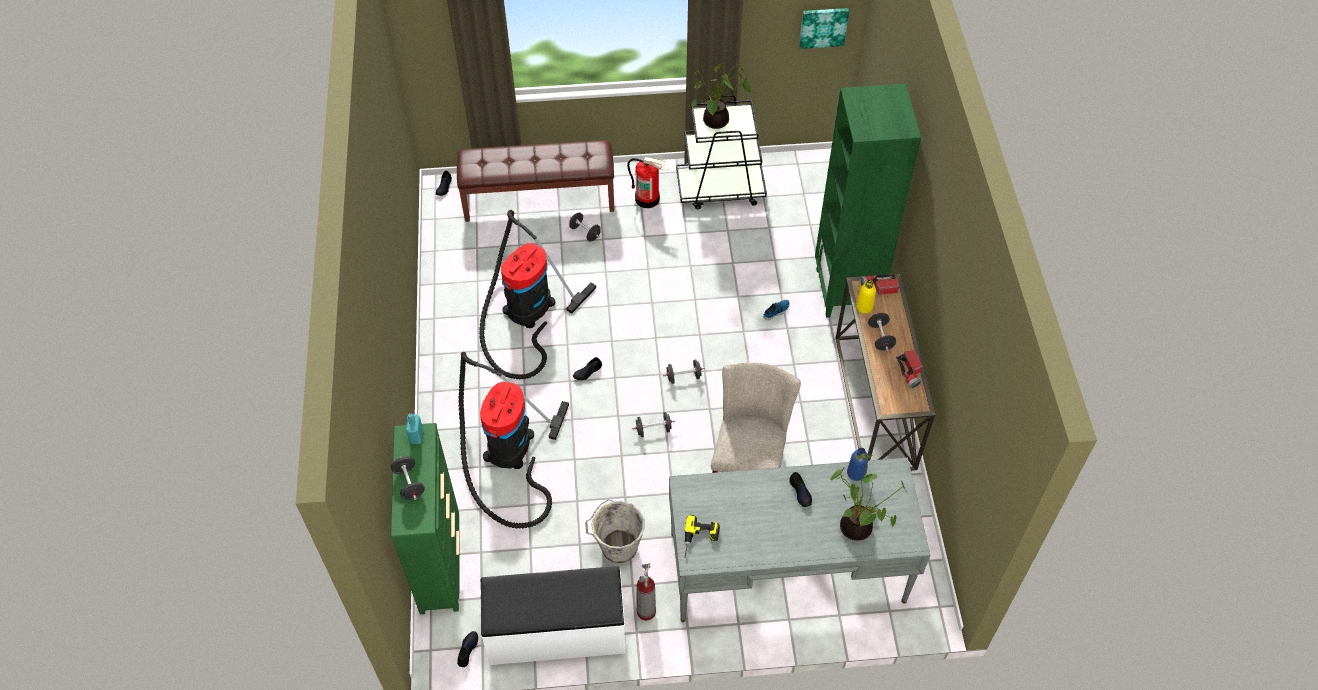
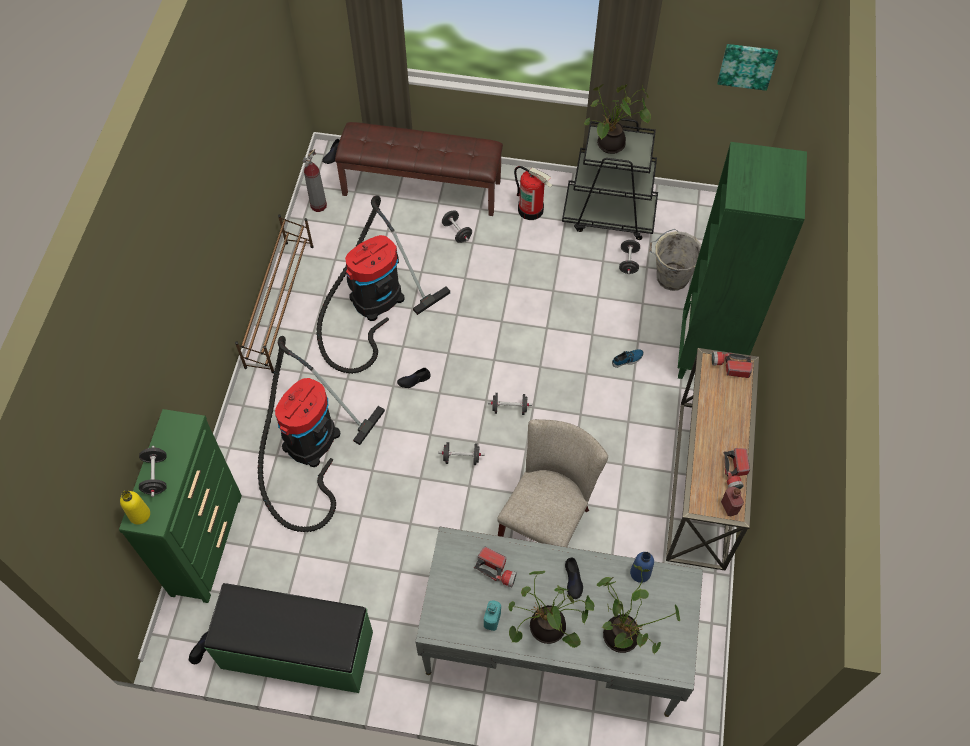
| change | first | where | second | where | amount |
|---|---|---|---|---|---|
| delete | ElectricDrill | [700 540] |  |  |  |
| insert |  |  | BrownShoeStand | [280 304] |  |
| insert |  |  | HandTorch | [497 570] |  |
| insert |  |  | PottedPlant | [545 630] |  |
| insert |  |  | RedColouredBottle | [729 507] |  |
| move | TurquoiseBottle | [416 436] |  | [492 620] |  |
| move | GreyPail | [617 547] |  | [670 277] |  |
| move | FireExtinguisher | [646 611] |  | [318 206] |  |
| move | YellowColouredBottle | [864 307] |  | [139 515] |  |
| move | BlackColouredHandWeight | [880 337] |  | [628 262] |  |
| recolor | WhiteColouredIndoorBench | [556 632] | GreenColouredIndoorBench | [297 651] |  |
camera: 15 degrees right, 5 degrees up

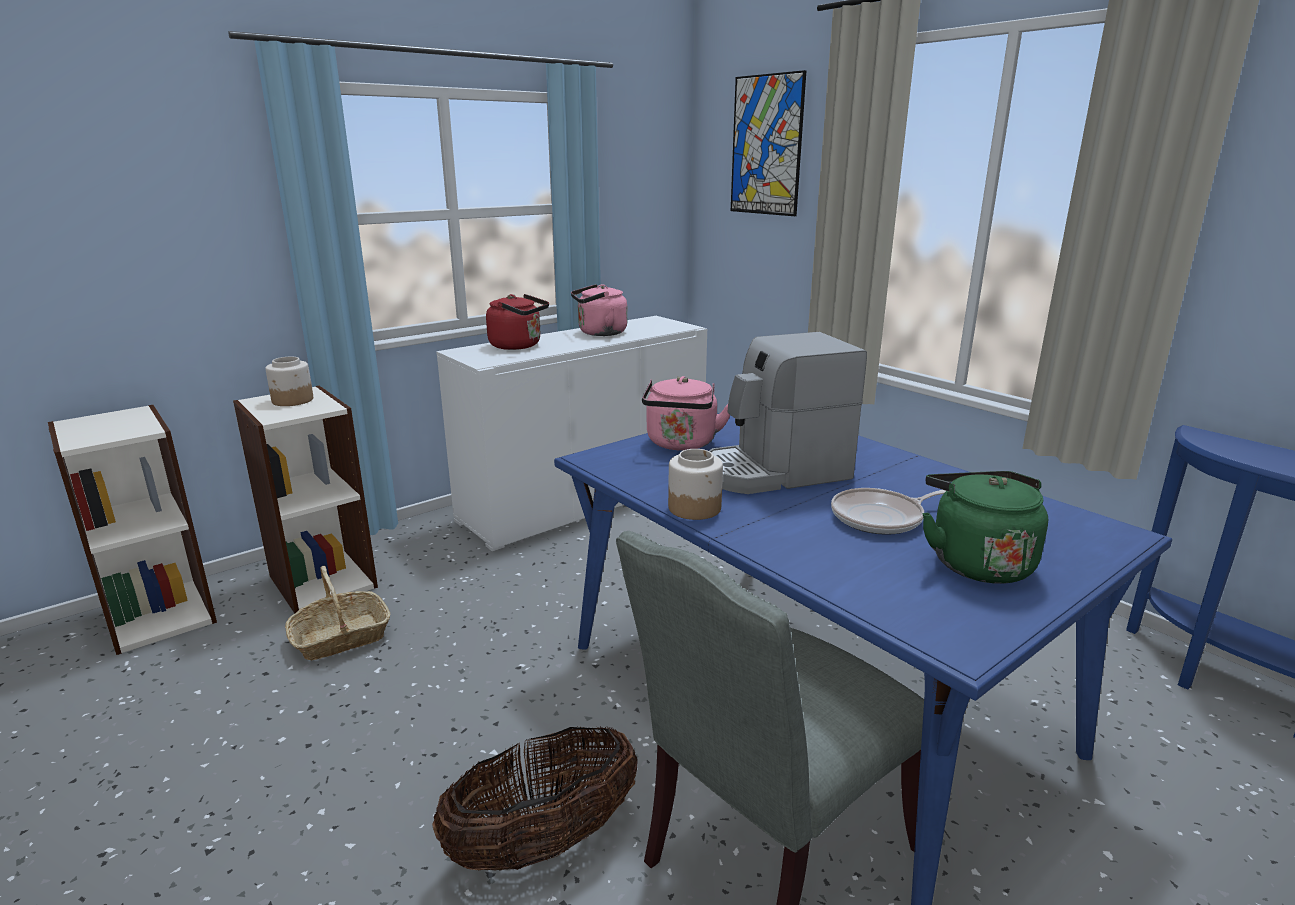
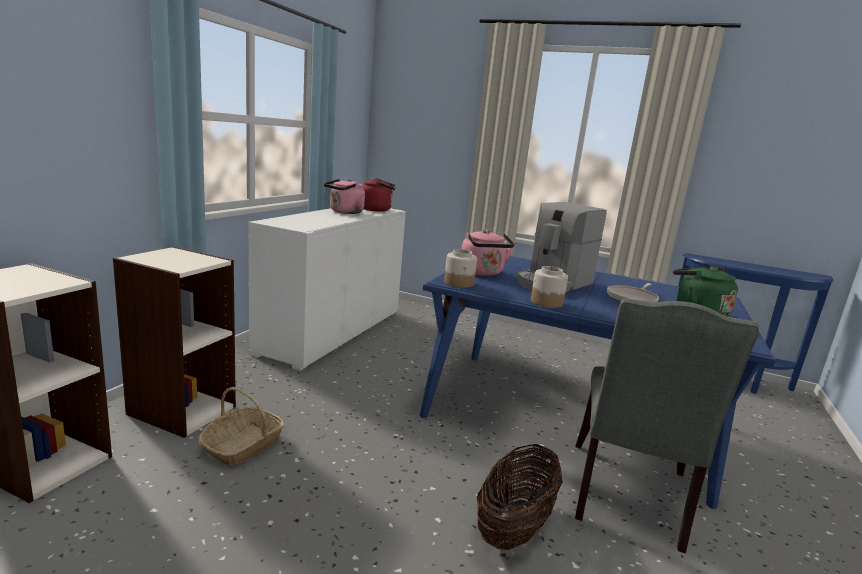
| change | first | where | second | where | amount |
|---|---|---|---|---|---|
| delete | WallPicture | [766 145] |  |  |  |
| move | PreserveJar | [292 400] |  | [459 283] |  |
| move | RedColouredTeaKettle | [518 346] |  | [377 210] |  |
camera: 30 degrees left, 5 degrees down

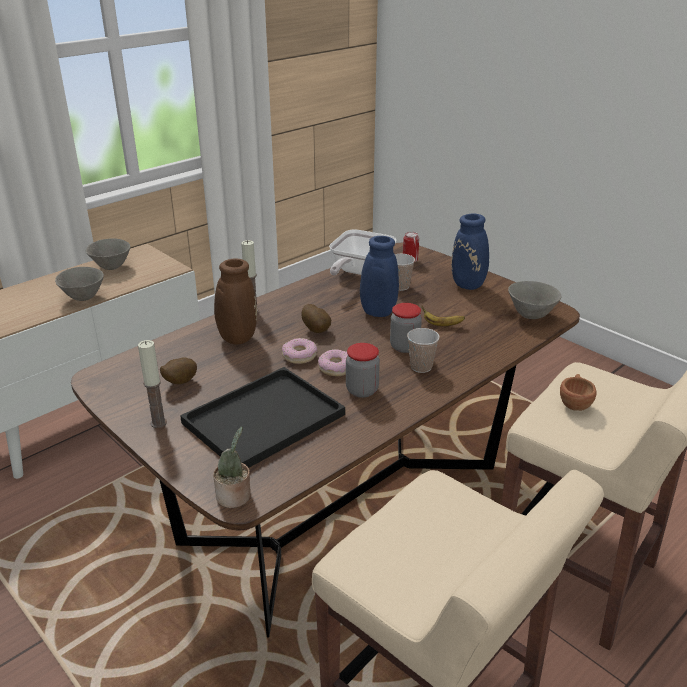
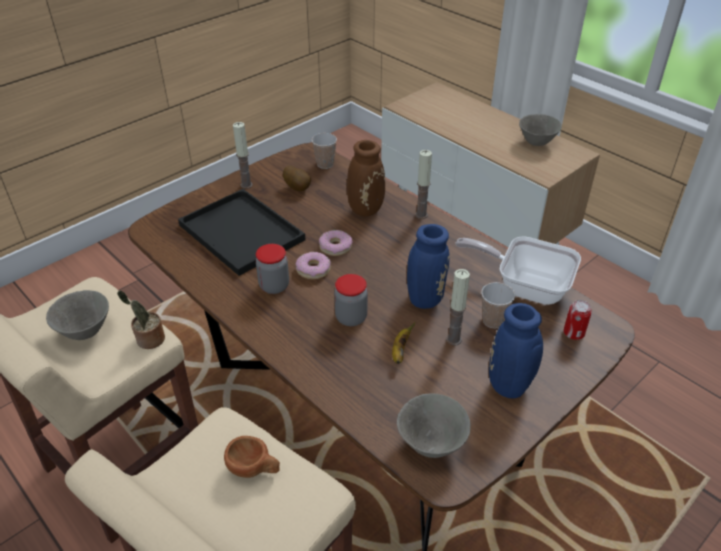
| change | first | where | second | where | amount |
|---|---|---|---|---|---|
| delete | WholePotato | [317 330] |  |  |  |
| insert |  |  | WaxLight | [453 339] |  |
| move | GreyDeepDish | [84 297] |  | [85 332] |  |
| move | PottedPlant | [235 497] |  | [148 340] |  |
| move | Cup | [421 367] |  | [325 164] |  |
camera: 90 degrees right, 10 degrees up

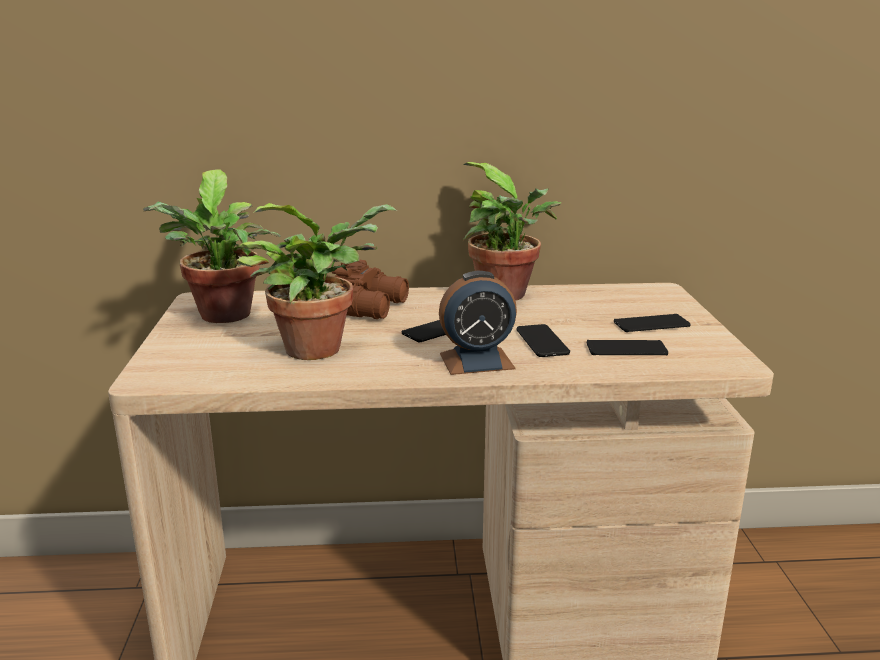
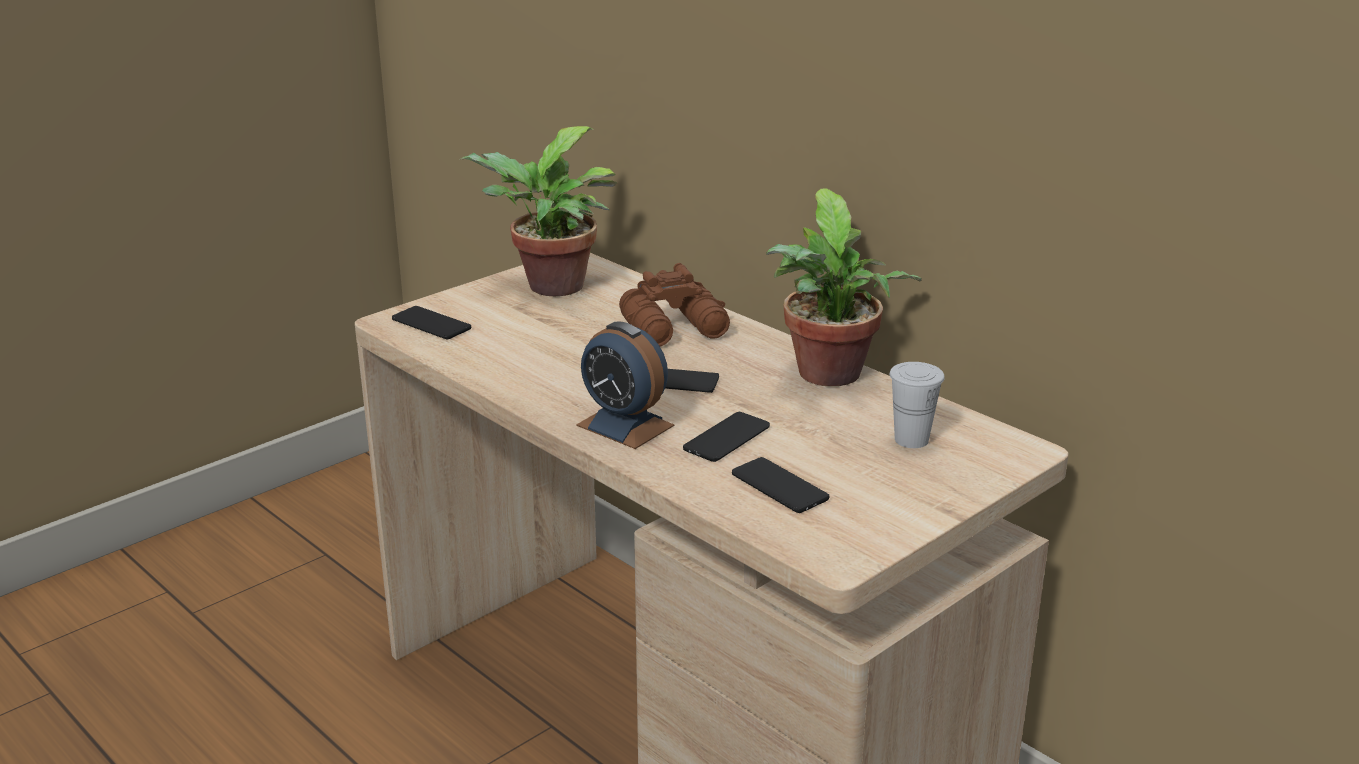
| change | first | where | second | where | amount |
|---|---|---|---|---|---|
| delete | PottedPlant | [320 347] |  |  |  |
| insert |  |  | WhiteColouredCup | [911 440] |  |
| move | Phone | [651 324] |  | [431 324] |  |
camera: 50 degrees right, 5 degrees up

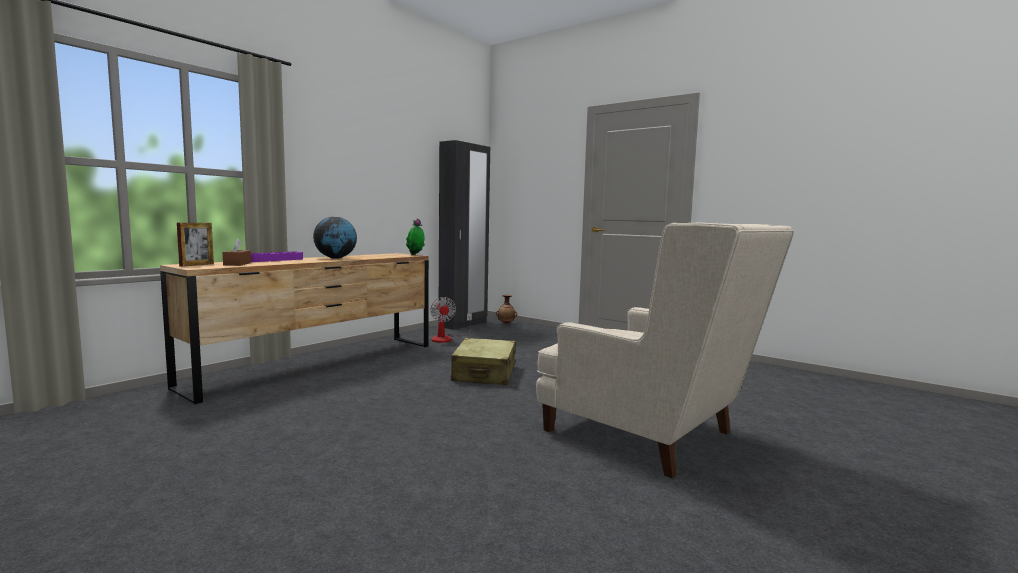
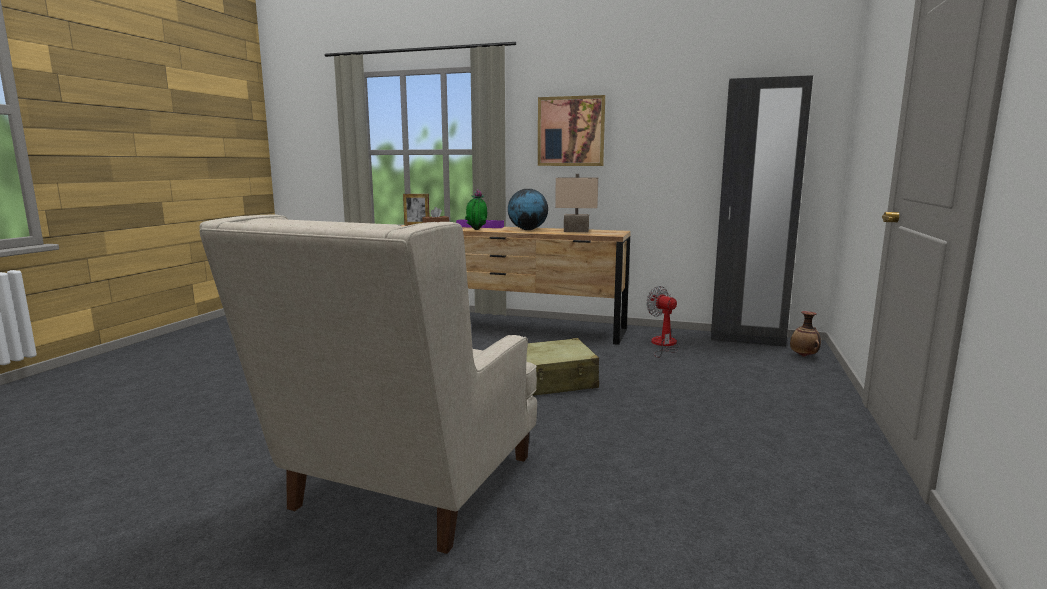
| change | first | where | second | where | amount |
|---|---|---|---|---|---|
| insert |  |  | WallPicture | [571 131] |  |
| insert |  |  | BeigeColouredTableLamp | [575 231] |  |
| move | PottedPlant | [415 255] |  | [476 230] |  |
| rotate | ElectricFan | [446 338] |  | [663 345] | 90 degrees clockwise |
camera: 70 degrees right, 5 degrees up

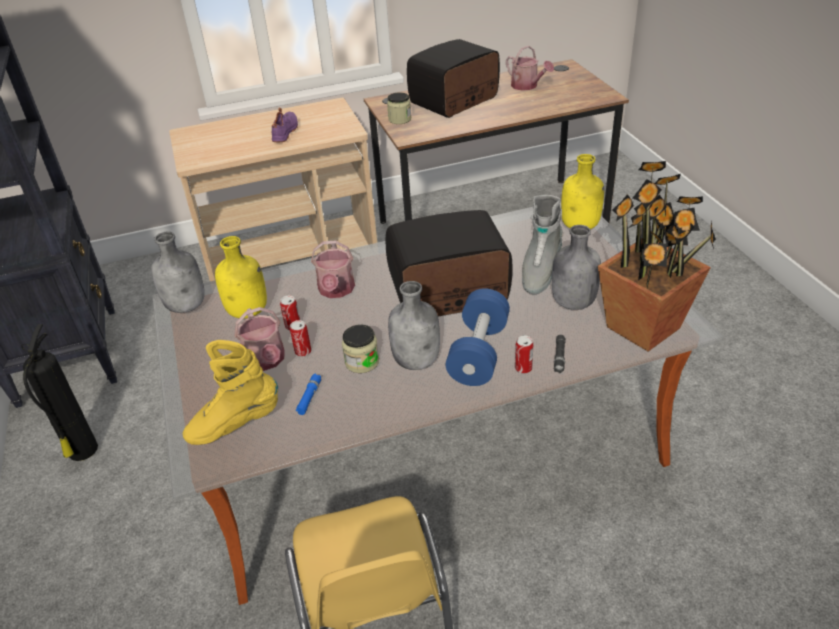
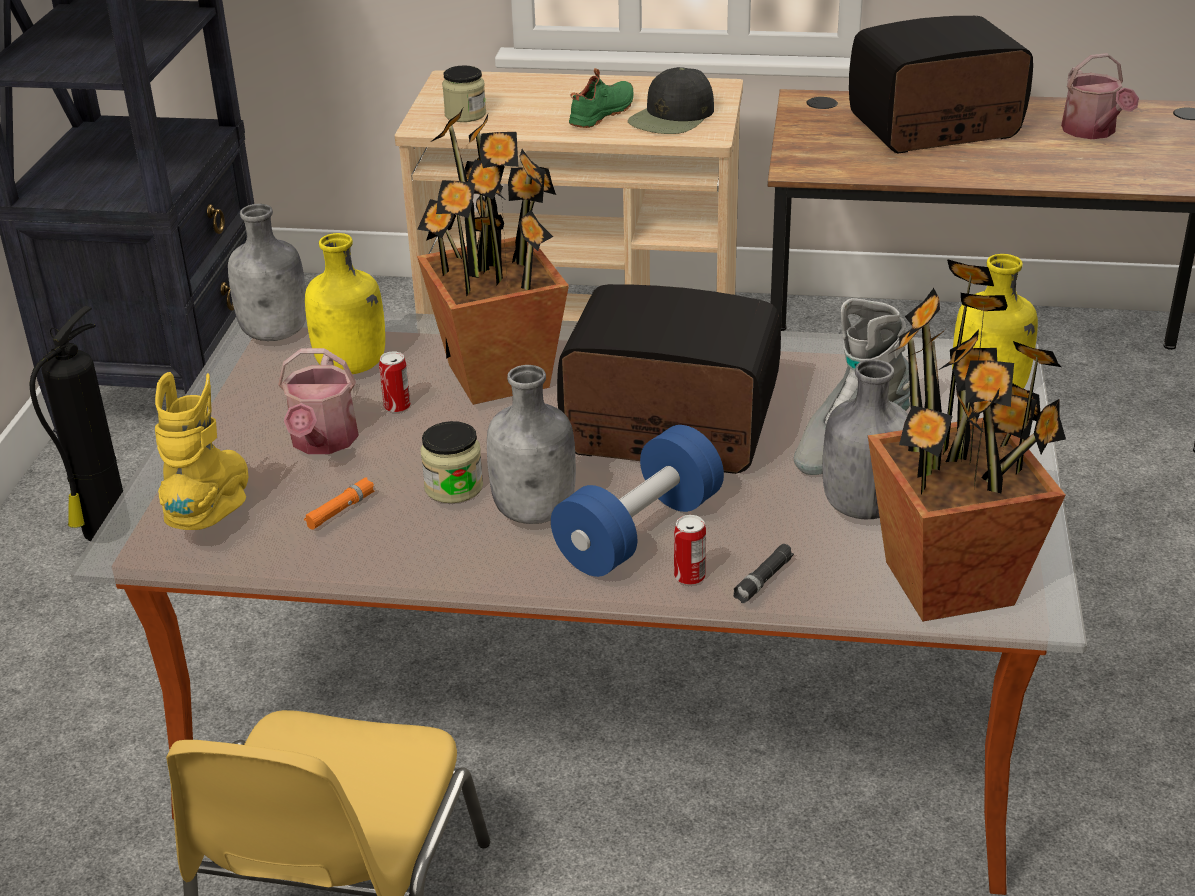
| change | first | where | second | where | amount |
|---|---|---|---|---|---|
| delete | MetalCan | [303 351] |  |  |  |
| insert |  |  | BlackColouredCap | [672 117] |  |
| move | PreserveJar | [400 119] |  | [465 114] |  |
| replace | WateringCan | [336 290] | PottedPlant | [500 375] |  |
| recolor | PurpleItemOfFootwear | [286 132] | GreenColouredItemOfFootwear | [604 114] |  |
| recolor | BlueColouredHandTorch | [309 397] | OrangeColouredHandTorch | [340 510] |  |
| rotate | YellowColouredTallBoot | [234 424] |  | [214 511] | 90 degrees clockwise |
camera: 25 degrees right, 5 degrees down

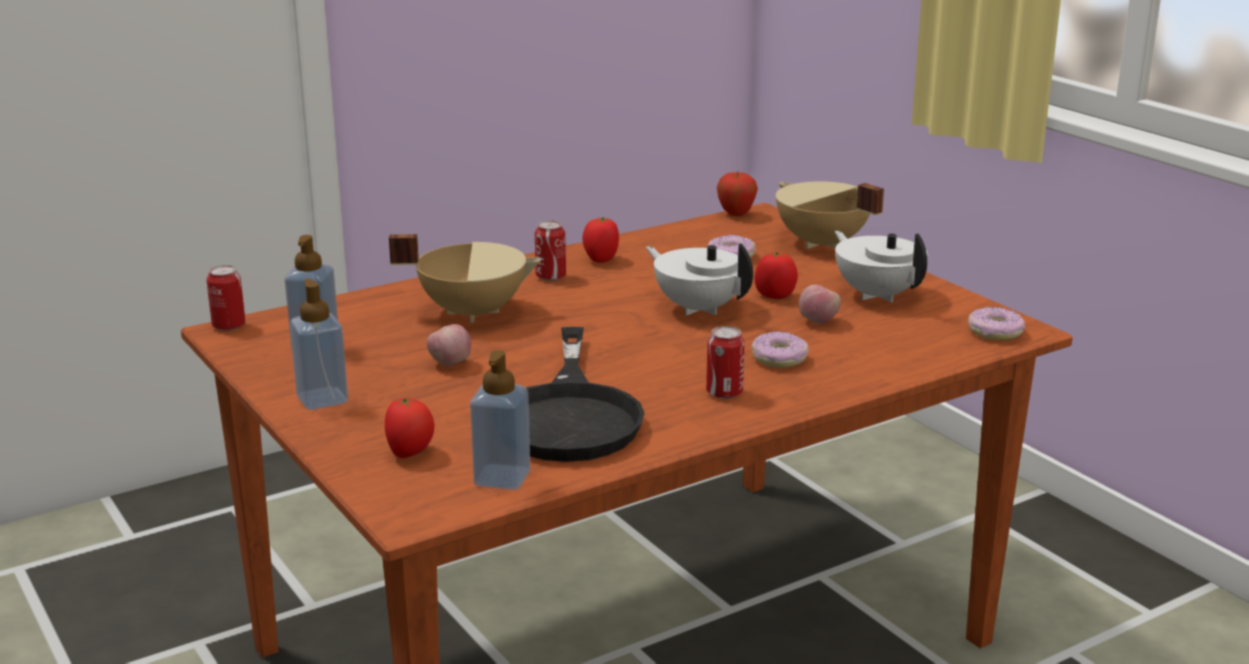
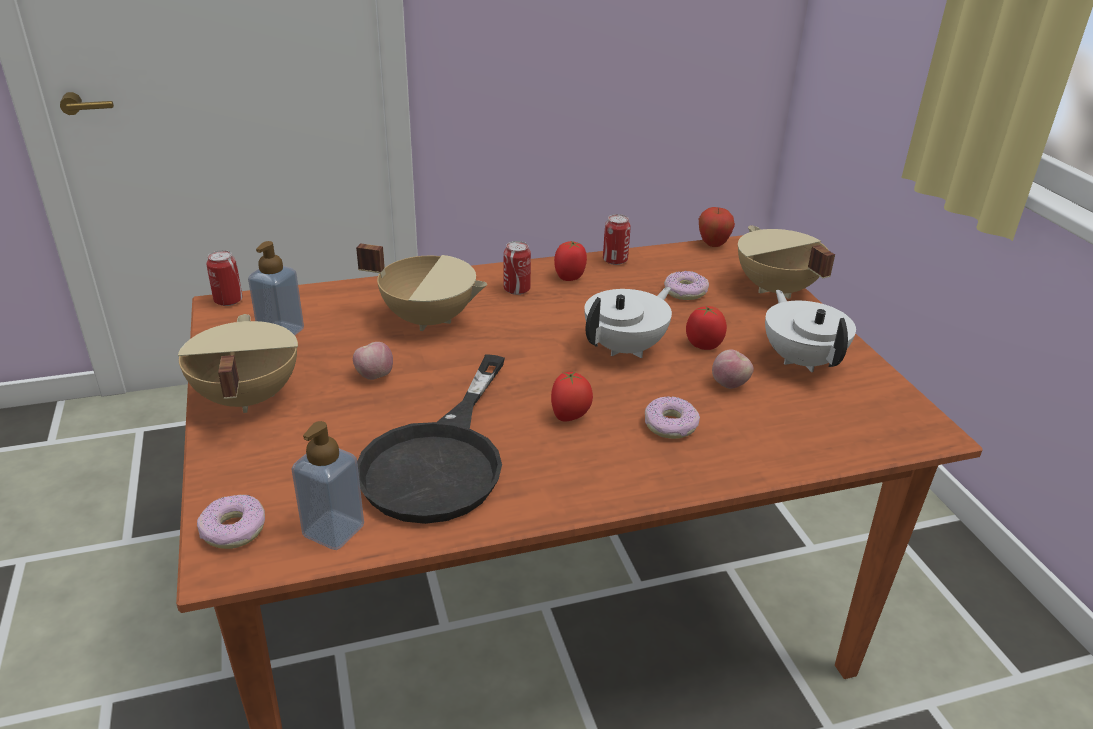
| change | first | where | second | where | amount |
|---|---|---|---|---|---|
| move | Tomato | [410 453] |  | [570 417] |  |
| move | MetalCan | [724 393] |  | [615 260] |  |
| move | Doughnut | [995 332] |  | [233 530] |  |
| replace | LiquidSoapBottle | [322 399] | BeigeColouredStockpot | [245 398] |  |
| rotate | WhiteColouredTeapot | [698 308] |  | [626 348] | 75 degrees clockwise |
camera: 15 degrees right, 10 degrees up

